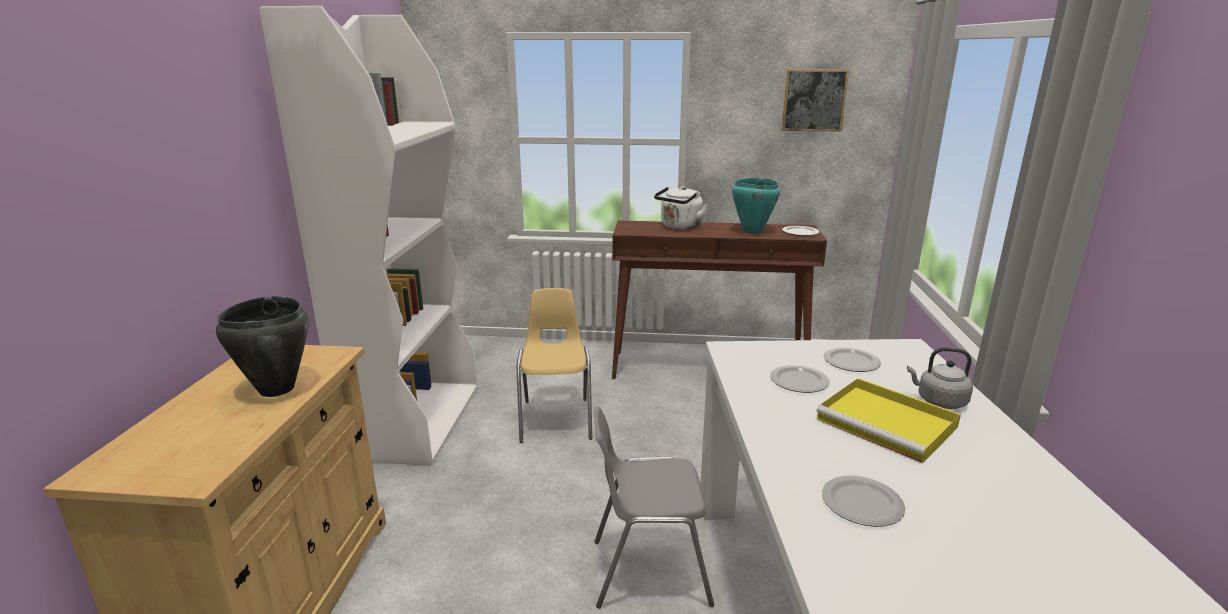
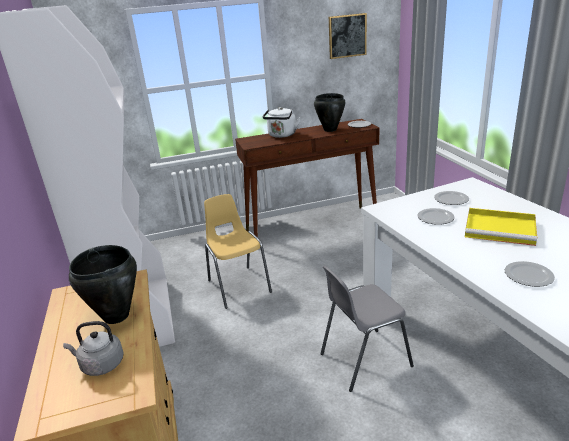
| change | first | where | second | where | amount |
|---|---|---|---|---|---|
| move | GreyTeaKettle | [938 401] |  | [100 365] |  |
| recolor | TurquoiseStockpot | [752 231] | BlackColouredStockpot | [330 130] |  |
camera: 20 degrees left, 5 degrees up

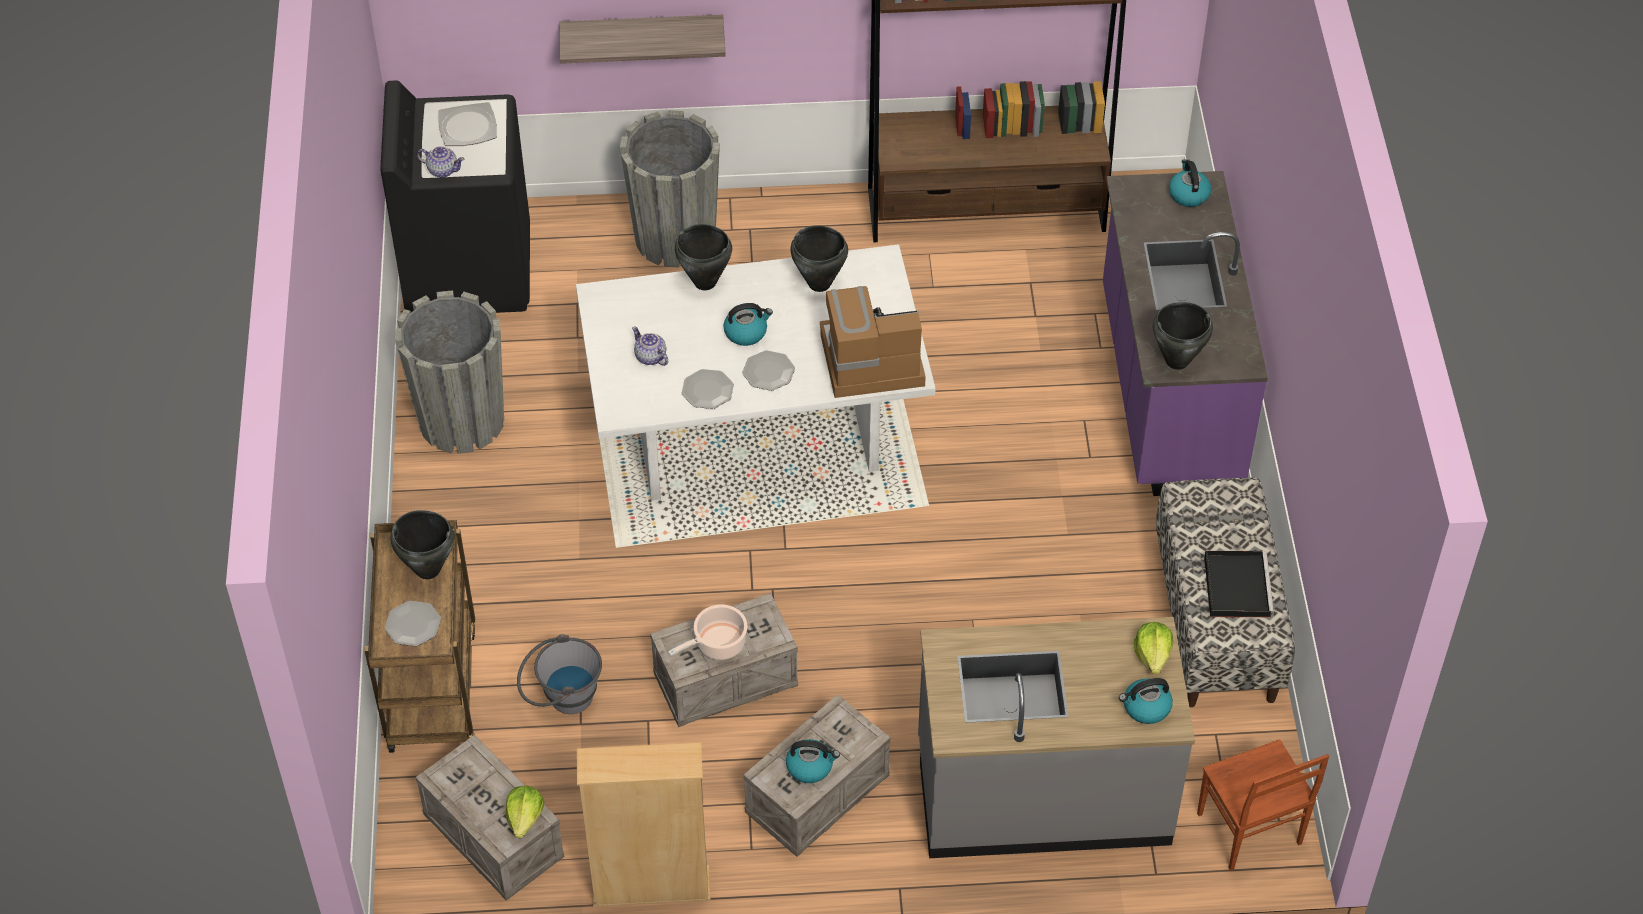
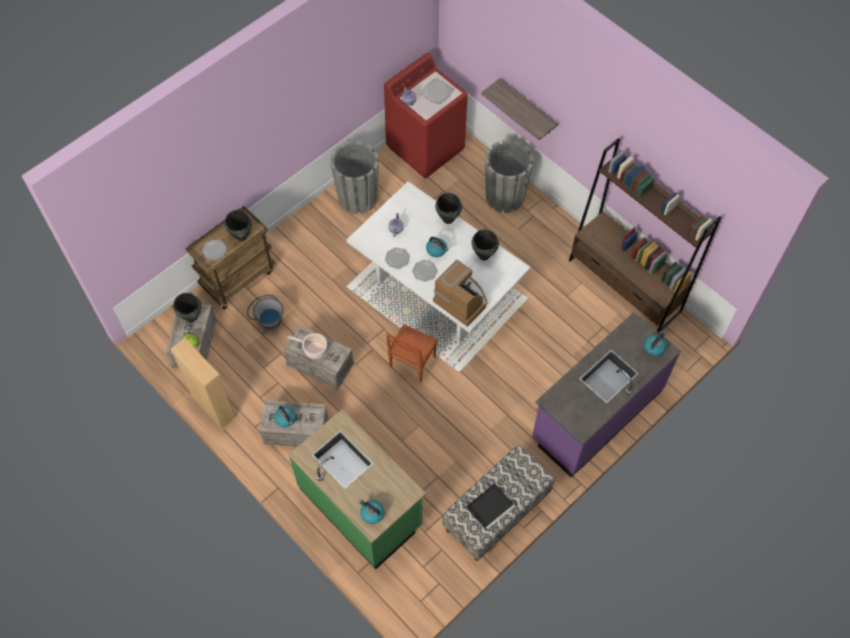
| change | first | where | second | where | amount |
|---|---|---|---|---|---|
| delete | HeadOfLettuce | [1153 655] |  |  |  |
| move | BlackColouredStockpot | [1176 360] |  | [191 317] |  |
| move | BrownPlainChair | [1248 830] |  | [411 362] |  |
| recolor | BlackColouredWashingMachine | [468 270] | RedColouredWashingMachine | [426 147] |  |
| recolor | GreyKitchenBaseUnit | [1042 792] | GreenColouredKitchenBaseUnit | [361 506] |  |
camera: 50 degrees right, 10 degrees up

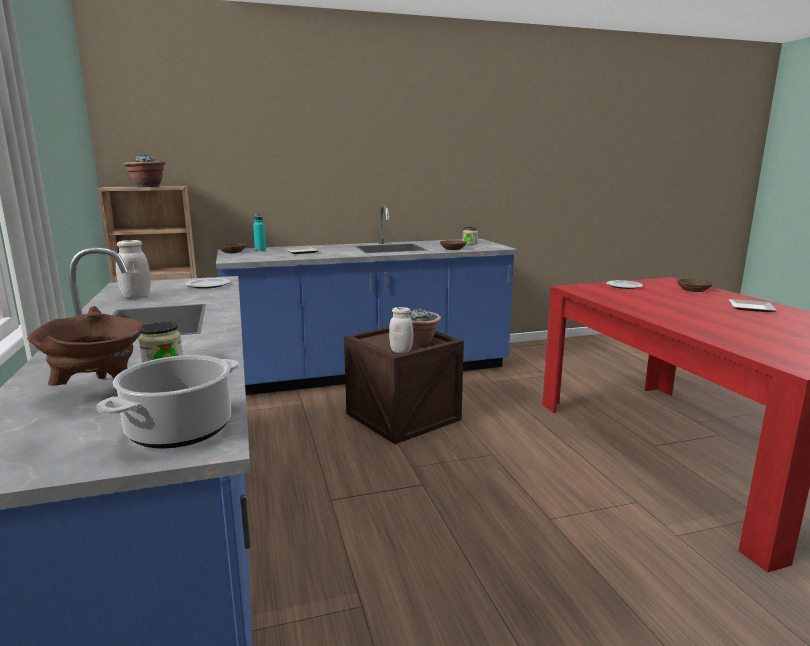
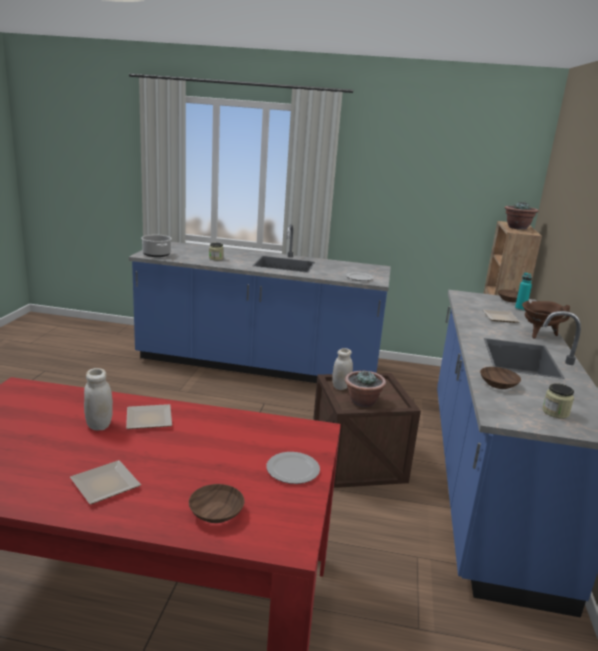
| change | first | where | second | where | amount |
|---|---|---|---|---|---|
| insert |  |  | FlatDish | [150 418] |  |
| move | BrownStockpot | [99 392] |  | [539 334] |  |
| move | WhiteColouredPreserveJar | [136 296] |  | [99 425] |  |
camera: 115 degrees right, 5 degrees up

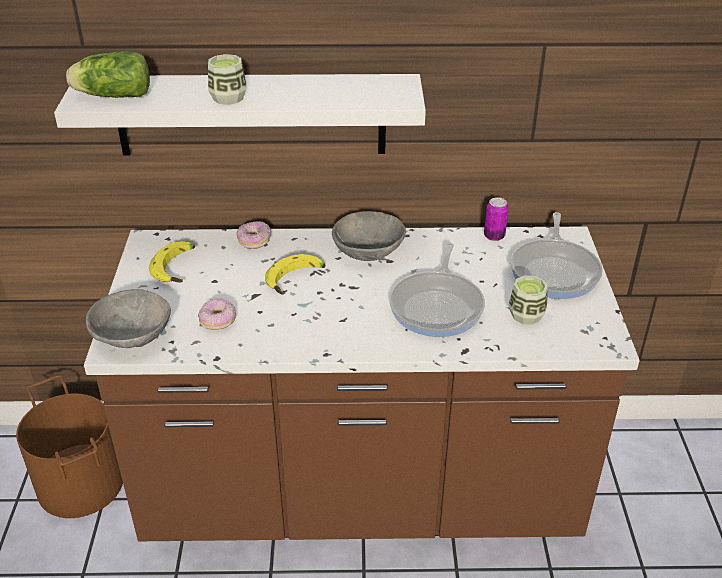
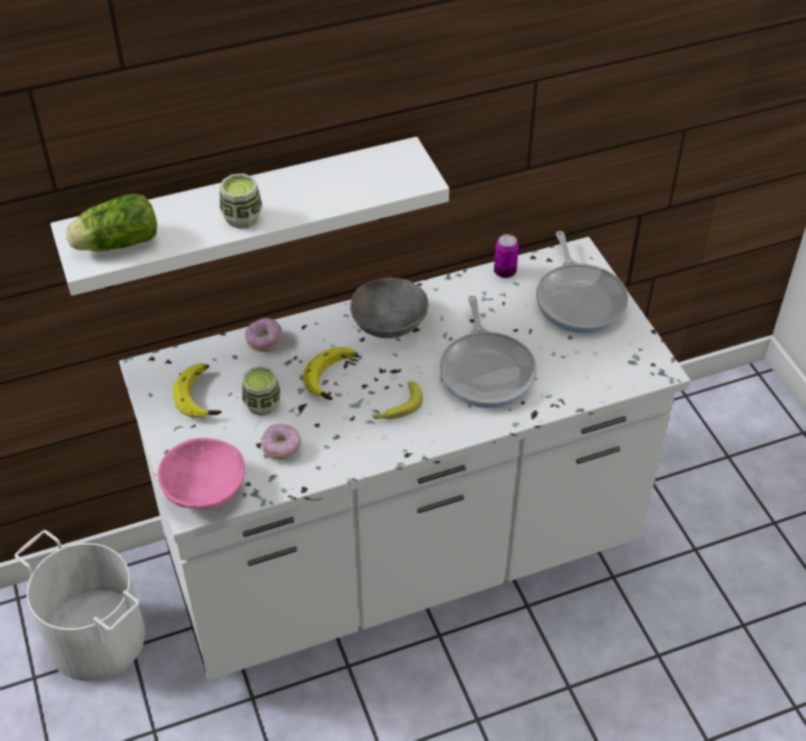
| change | first | where | second | where | amount |
|---|---|---|---|---|---|
| insert |  |  | BananaFruit | [397 408] |  |
| move | Cup | [526 315] |  | [262 404] |  |
| recolor | BrownPail | [82 483] | WhiteColouredPail | [97 636] |  |
| recolor | BrownKitchenBaseUnit | [361 494] | WhiteColouredKitchenBaseUnit | [403 558] |  |
| recolor | GreyDeepDish | [132 338] | PinkDeepDish | [205 491] |  |
camera: 20 degrees left, 10 degrees up

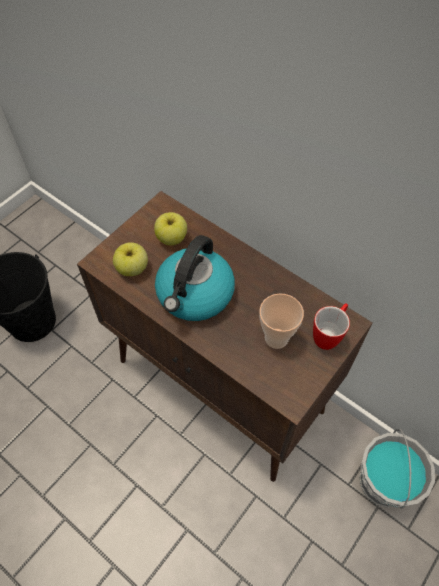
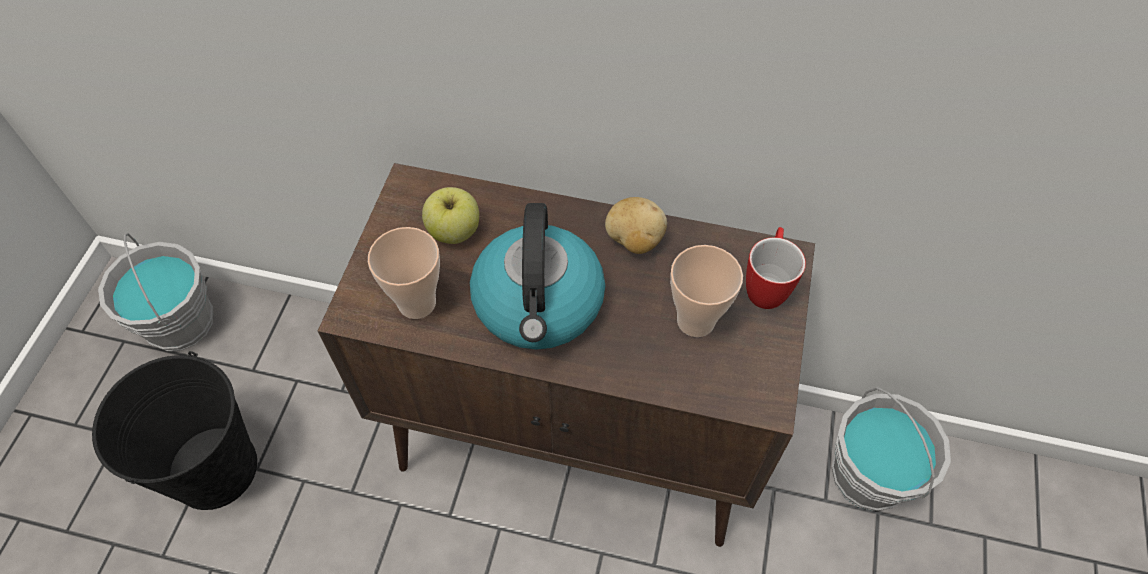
| change | first | where | second | where | amount |
|---|---|---|---|---|---|
| insert |  |  | GreyPail | [179 322] |  |
| insert |  |  | WholePotato | [634 240] |  |
| replace | AppleFruit | [132 269] | Cup | [417 303] |  |
camera: 25 degrees left, 0 degrees up

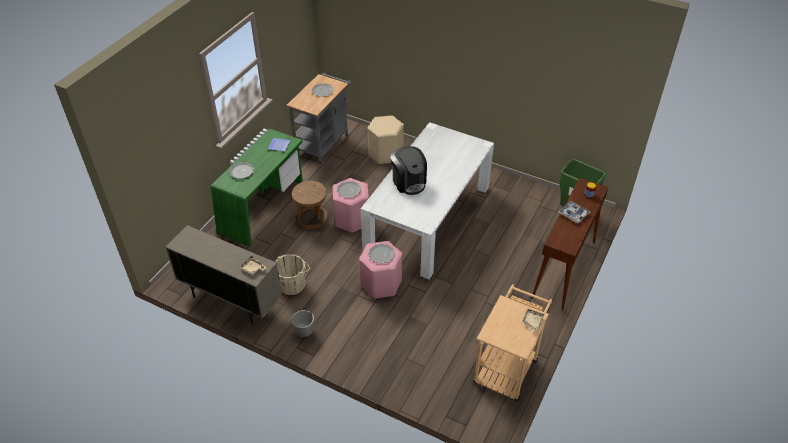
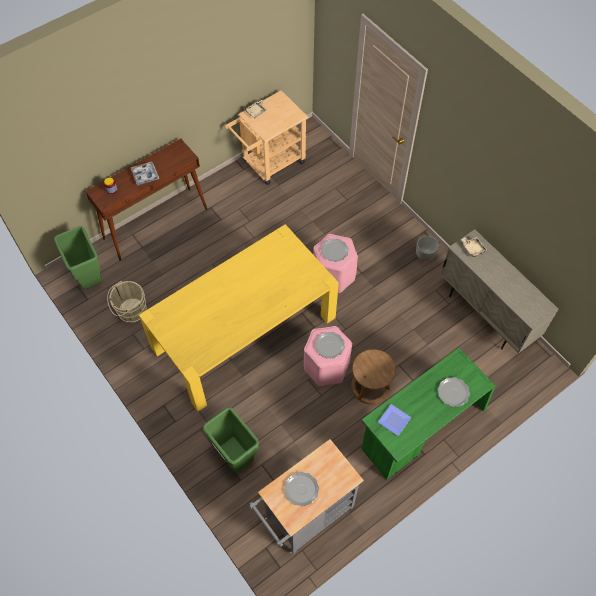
| change | first | where | second | where | amount |
|---|---|---|---|---|---|
| delete | CoffeeBrewer | [408 182] |  |  |  |
| move | BeigeColouredPail | [293 284] |  | [130 311] |  |
| replace | BeigeColouredStoolSeat | [386 154] | GreenColouredTrashCan | [235 457] |  |
| recolor | WhiteColouredDinnerTable | [428 219] | YellowColouredDinnerTable | [244 333] |  |
camera: 155 degrees left, 15 degrees up

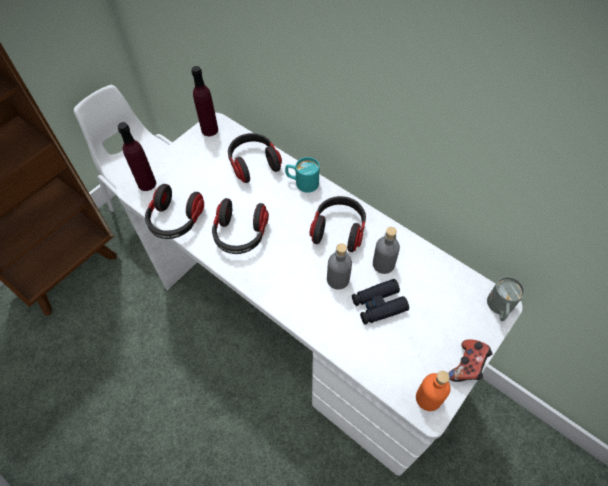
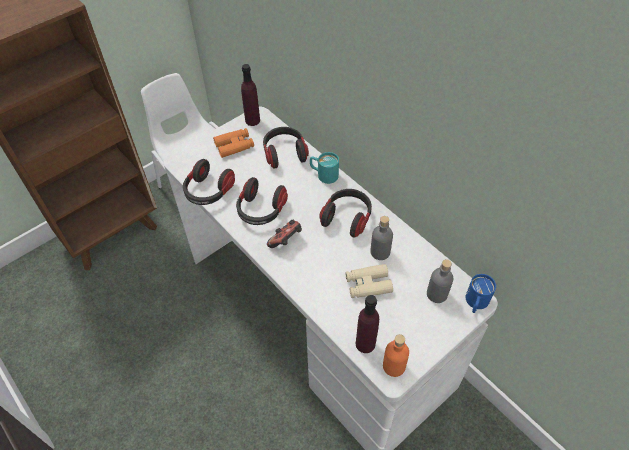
| change | first | where | second | where | amount |
|---|---|---|---|---|---|
| insert |  |  | OrangeColouredPairOfBinoculars | [234 146] |  |
| move | PurpleBottle | [147 183] |  | [365 344] |  |
| move | GreyBottle | [338 279] |  | [437 294] |  |
| move | GameController | [467 366] |  | [286 241] |  |
| recolor | BlackColouredPairOfBinoculars | [378 305] | BeigeColouredPairOfBinoculars | [368 284] |  |
| recolor | GreyTeaMug | [499 308] | BlueColouredTeaMug | [475 303] |  |
camera: 10 degrees right, 5 degrees down

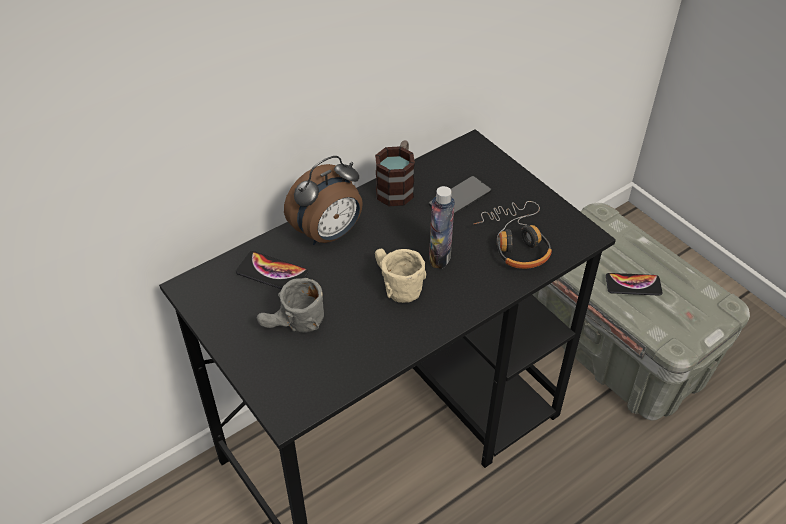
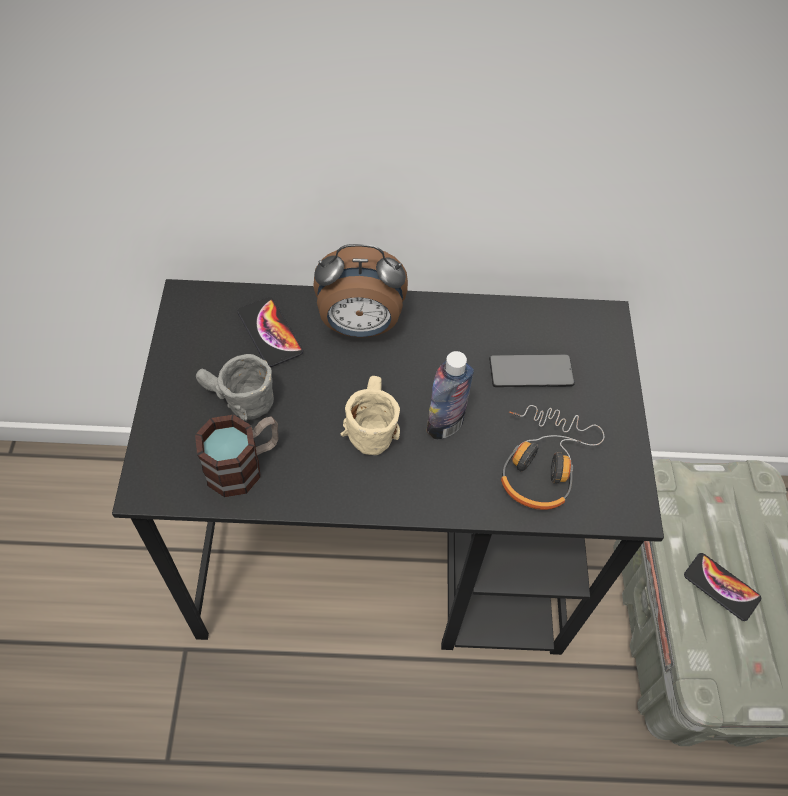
| change | first | where | second | where | amount |
|---|---|---|---|---|---|
| move | TeaMug | [397 187] |  | [244 465] |  |
camera: 35 degrees right, 10 degrees up

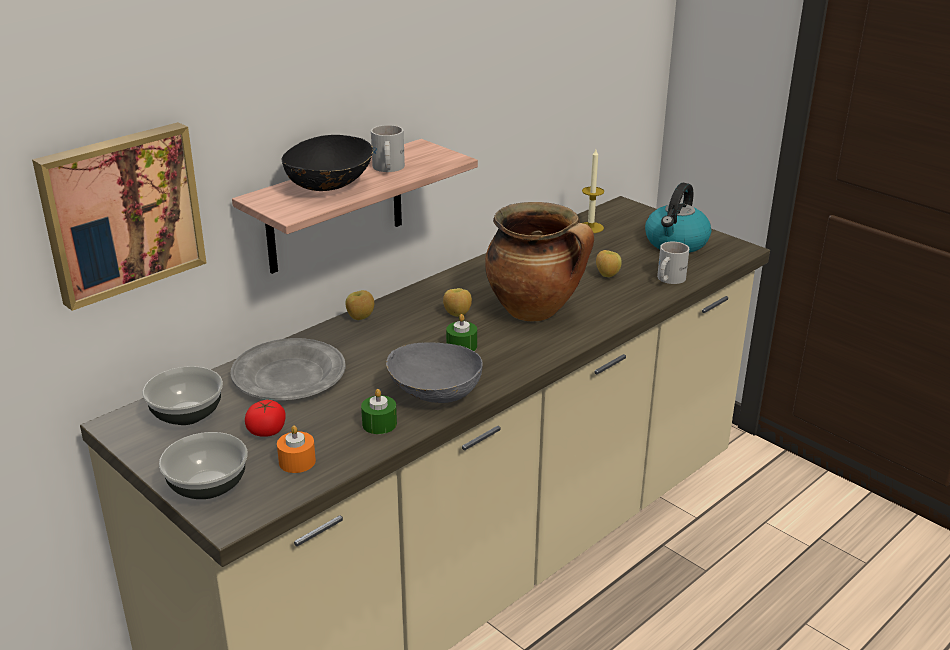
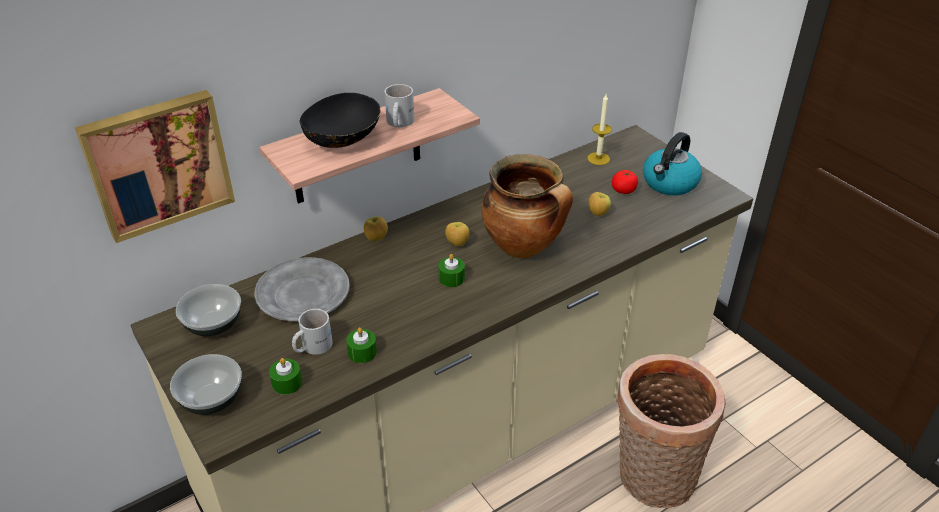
| change | first | where | second | where | amount |
|---|---|---|---|---|---|
| delete | GreyDeepDish | [434 395] |  |  |  |
| insert |  |  | HouseholdBasket | [652 479] |  |
| move | Tomato | [267 430] |  | [624 190] |  |
| move | WhiteColouredTeaMug | [667 279] |  | [311 346] |  |
| recolor | OrangeColouredWaxLight | [297 461] | GreenColouredWaxLight | [287 383] |  |
camera: 10 degrees right, 10 degrees up

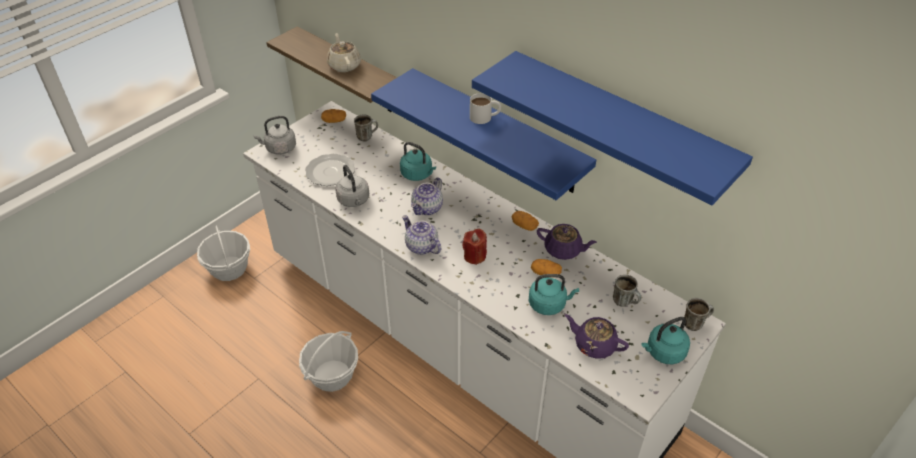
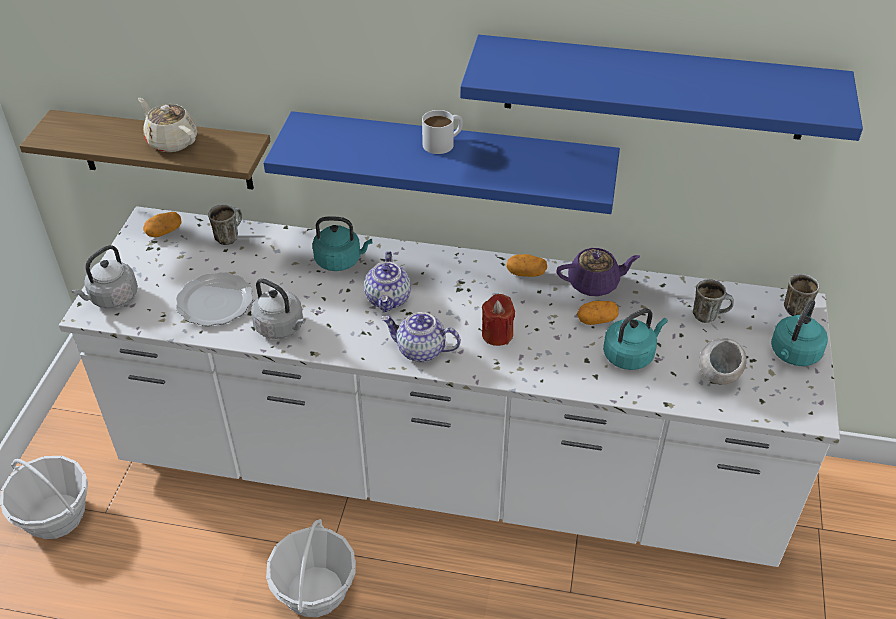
| change | first | where | second | where | amount |
|---|---|---|---|---|---|
| replace | PurpleTeapot | [594 345] | GreyDeepDish | [717 379] |  |
camera: 30 degrees left, 0 degrees up

